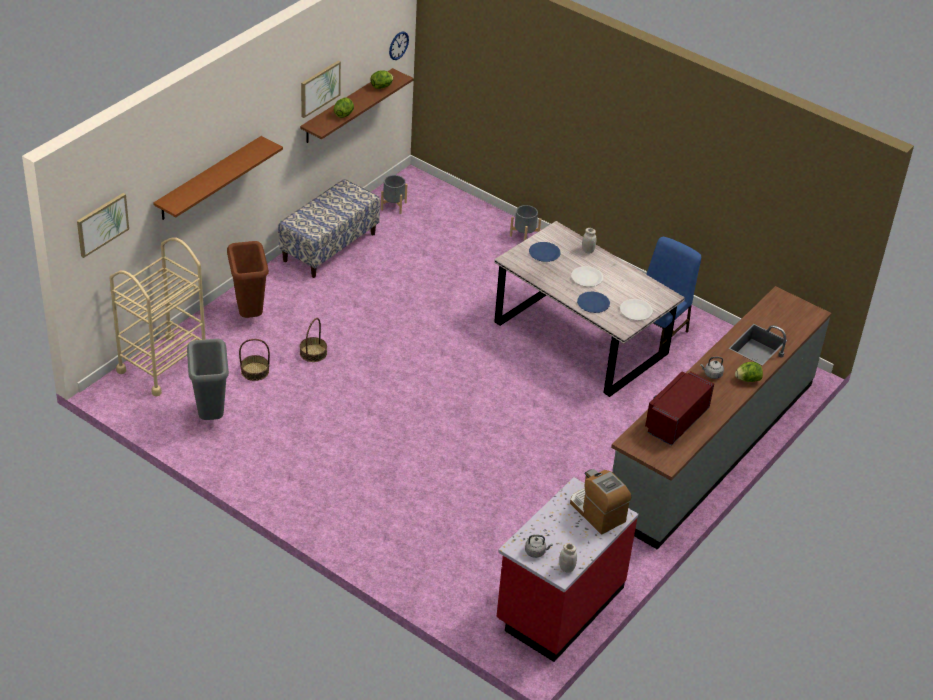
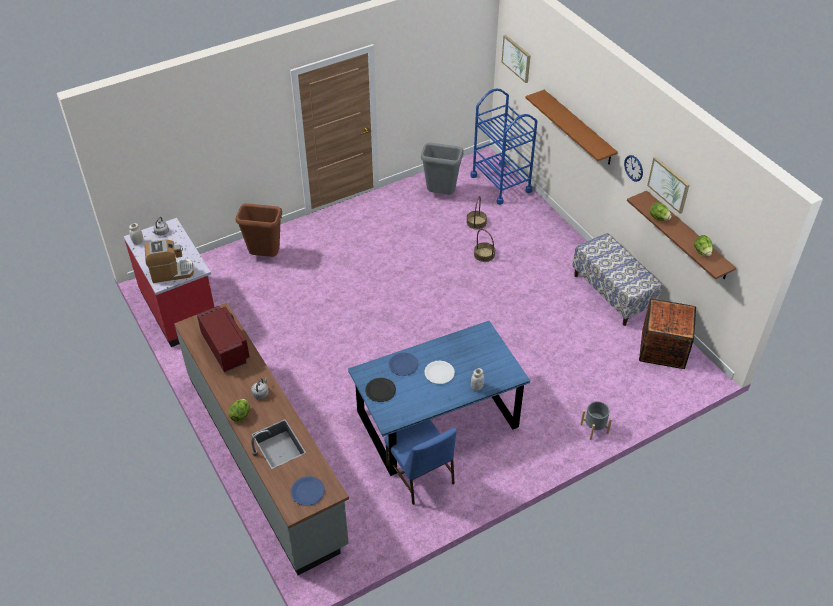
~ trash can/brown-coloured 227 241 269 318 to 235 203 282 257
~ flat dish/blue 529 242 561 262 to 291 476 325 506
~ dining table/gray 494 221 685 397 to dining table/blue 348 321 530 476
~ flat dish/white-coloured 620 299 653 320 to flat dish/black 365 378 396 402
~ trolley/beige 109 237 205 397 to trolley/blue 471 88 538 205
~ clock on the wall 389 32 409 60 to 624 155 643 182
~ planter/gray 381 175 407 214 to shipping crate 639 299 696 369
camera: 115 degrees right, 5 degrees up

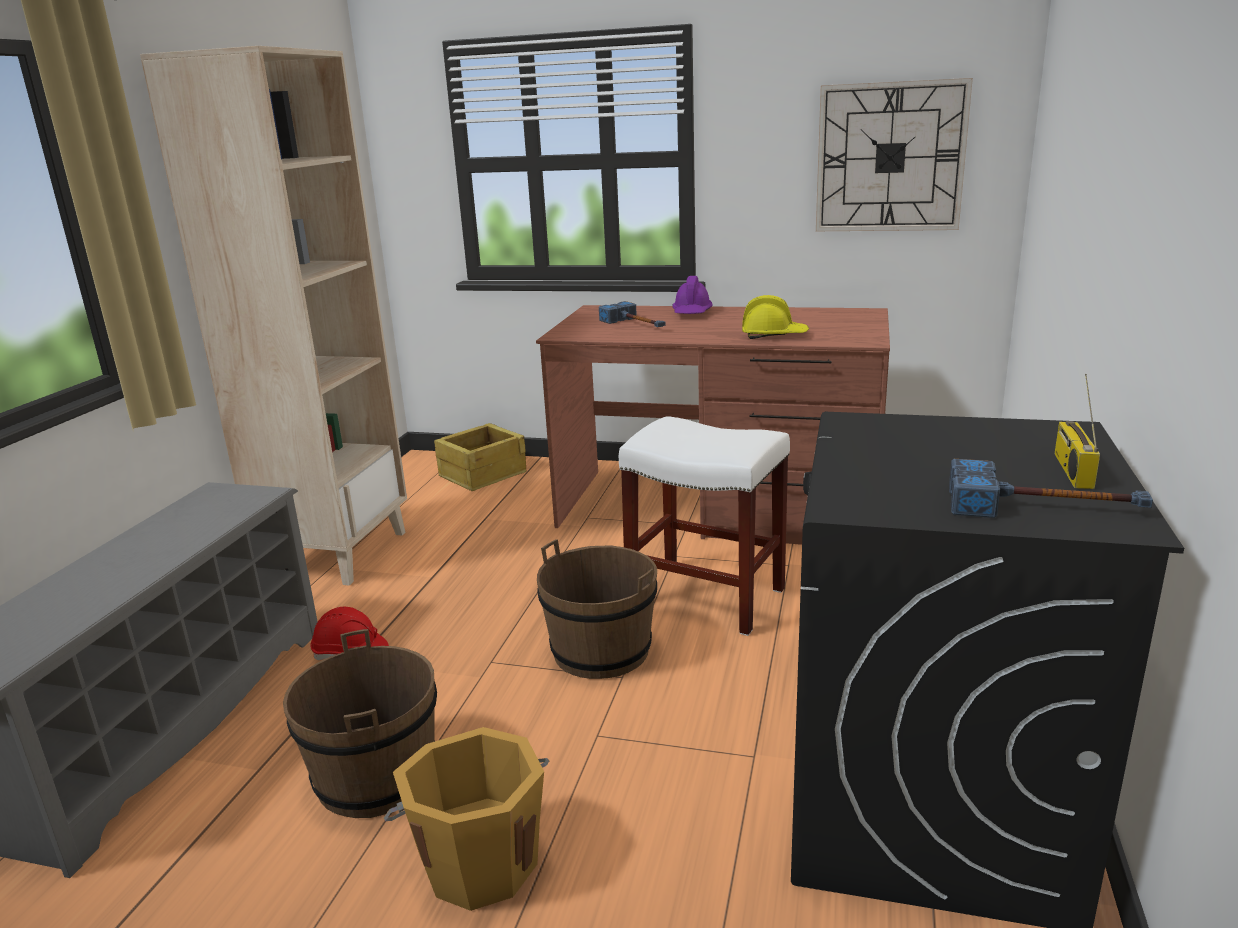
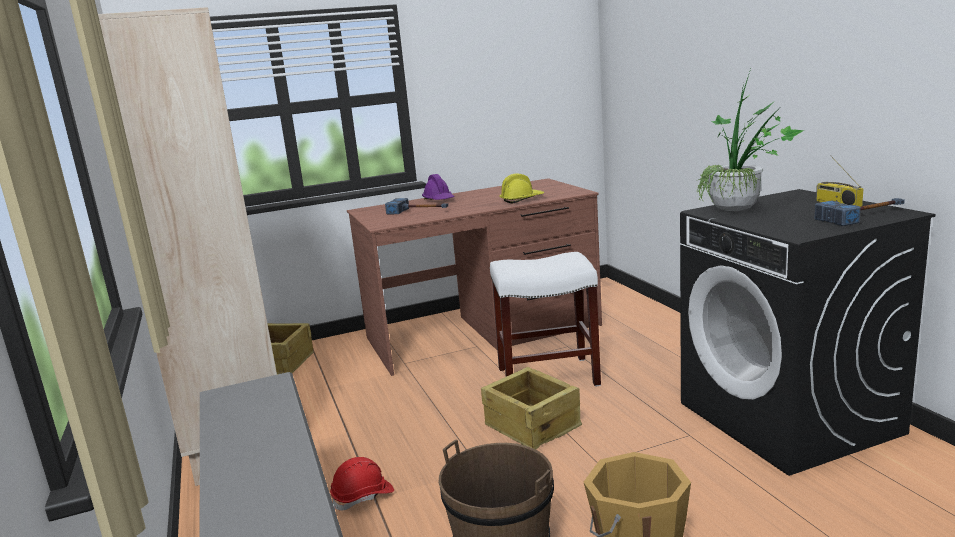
~ water bucket/brown-coloured 537 539 657 679 to shipping crate 481 367 582 449
+ plant in a pot 698 69 804 211
- clock on the wall 816 78 973 231
camera: 35 degrees left, 5 degrees down

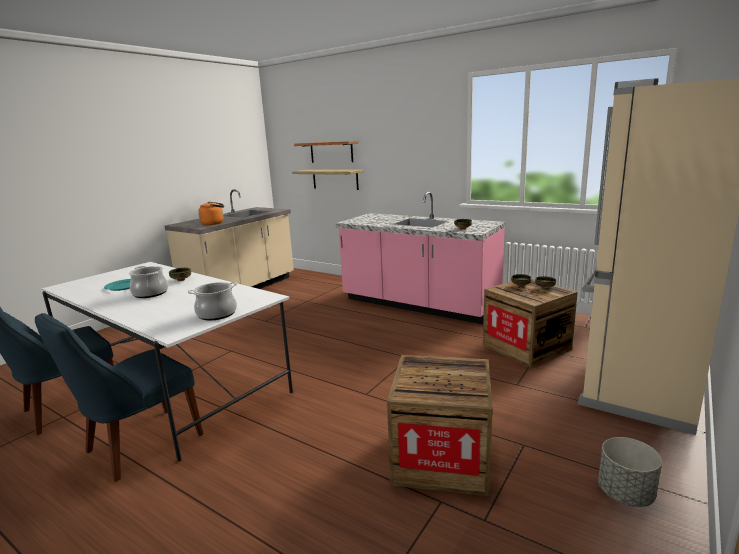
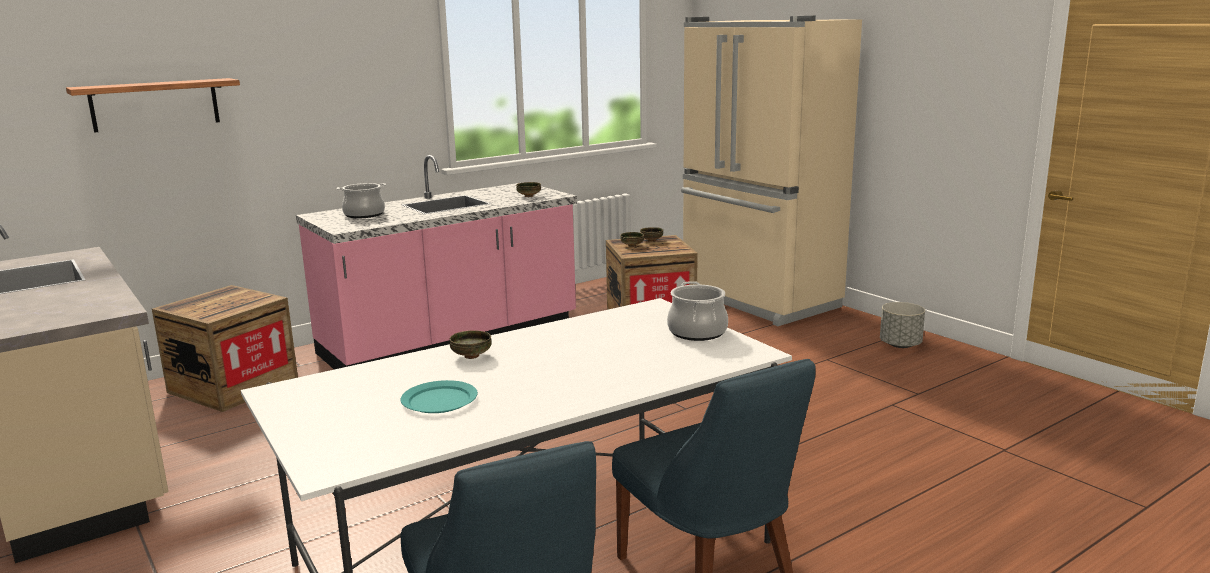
~ shipping crate 387 355 493 496 to 152 285 298 412
~ stockpot 129 266 168 298 to 337 183 386 218
- tea kettle/orange 198 201 224 225
- shelf 292 169 364 190
camera: 70 degrees left, 0 degrees up

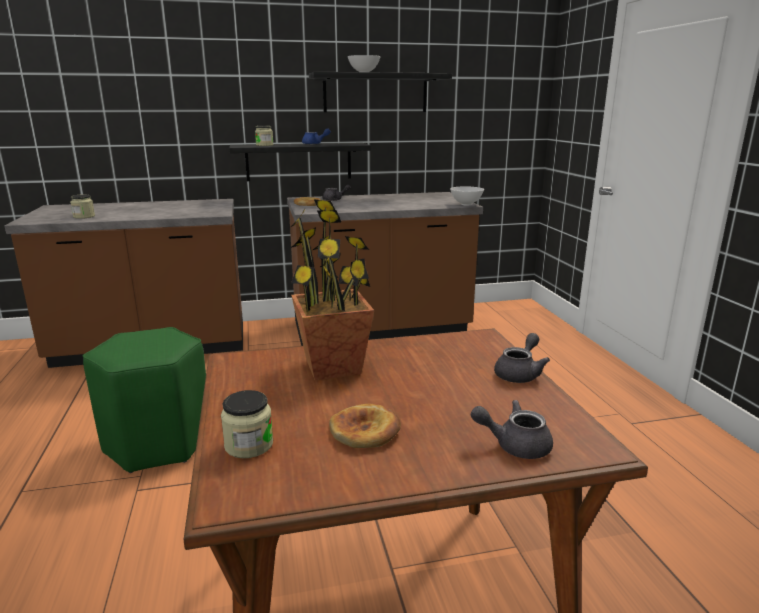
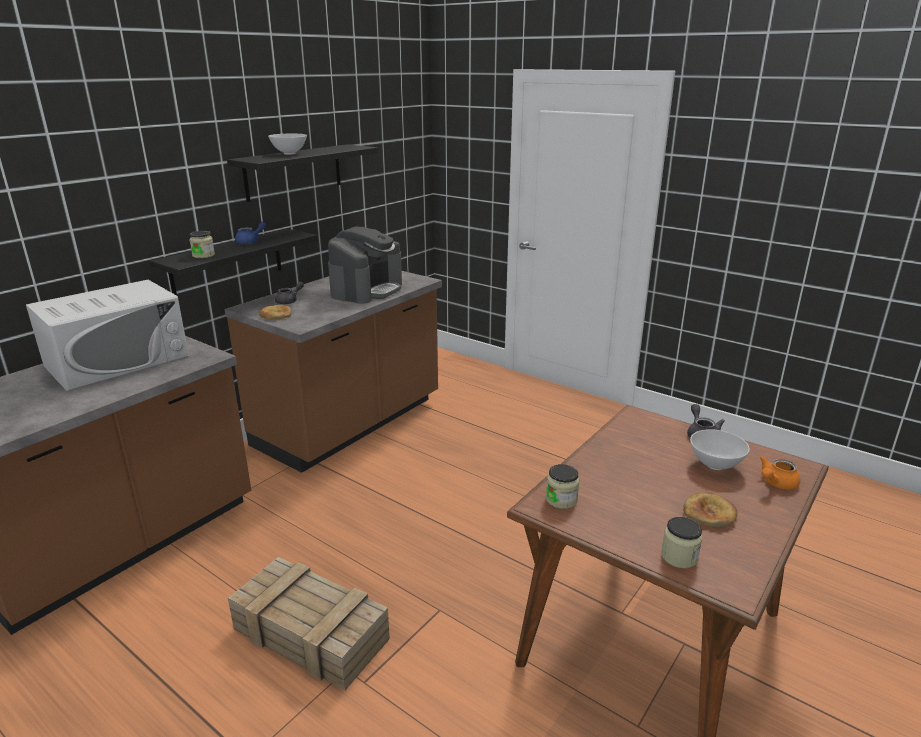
+ microwave oven/white-coloured 26 280 189 391
~ sitting stool/green 83 327 206 473 to shipping crate 228 557 390 690
+ coffee maker 328 227 402 304
~ storage jar 70 194 95 219 to 546 464 579 509
~ serving bowl/white-coloured 450 186 484 206 to 690 429 750 470
~ teapot/gray 471 400 553 459 to teapot/orange 759 456 801 489
- plant in a pot 291 200 374 380
camera: 40 degrees left, 5 degrees up

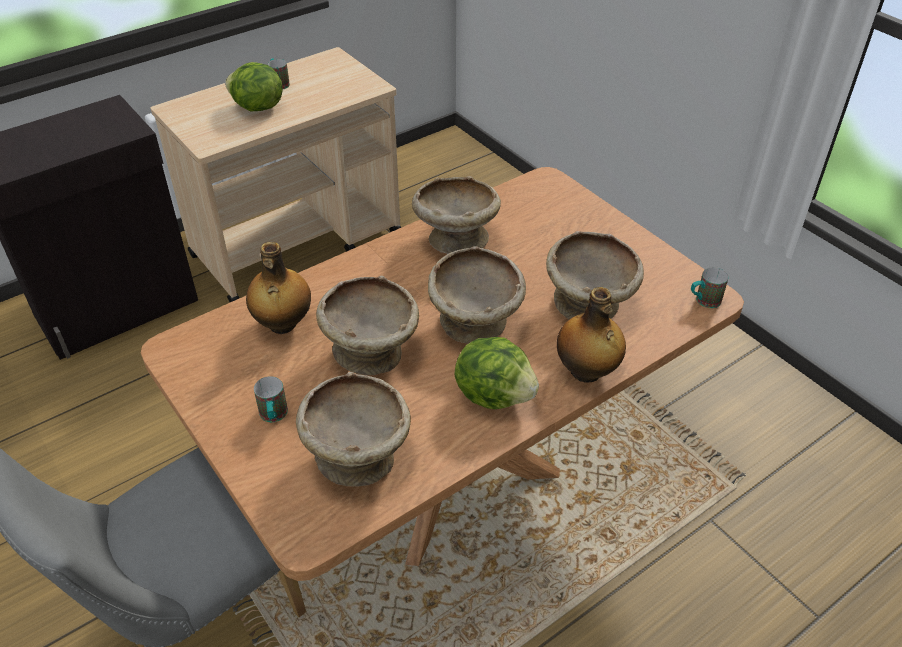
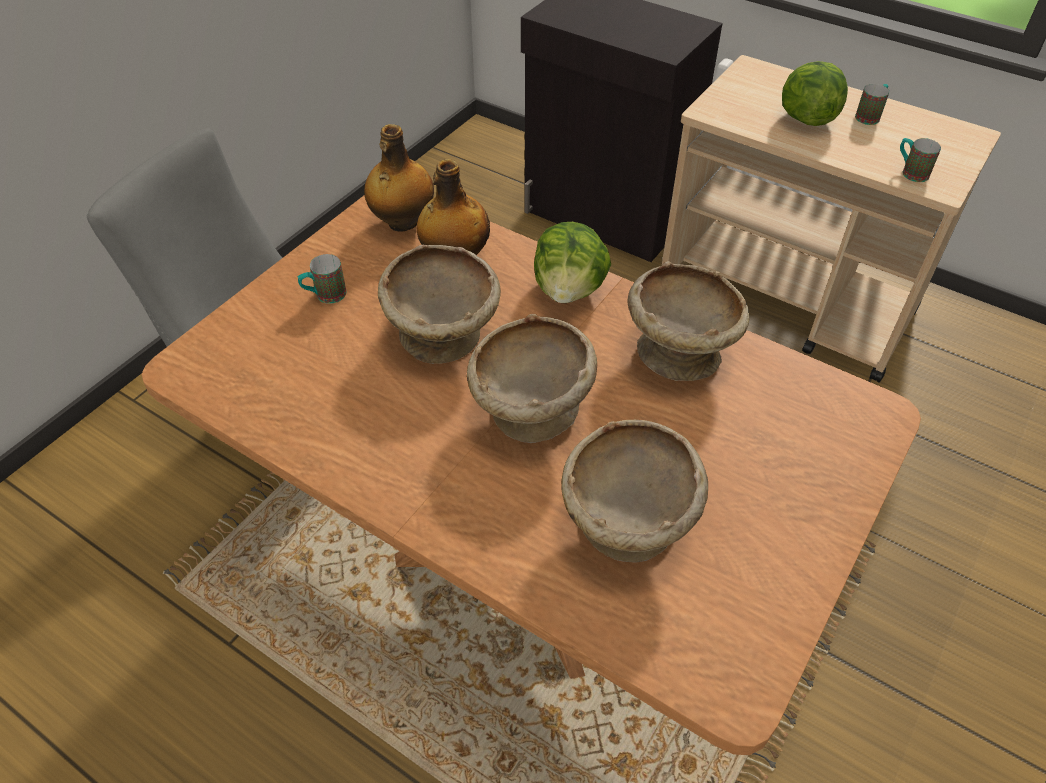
~ drink bottle 557 287 626 383 to 364 124 434 232
~ lettuce 454 337 539 409 to 534 222 611 303
~ tea mug 691 267 728 308 to 900 138 941 182
- serving bowl/beige 296 372 411 487
camera: 70 degrees right, 5 degrees up

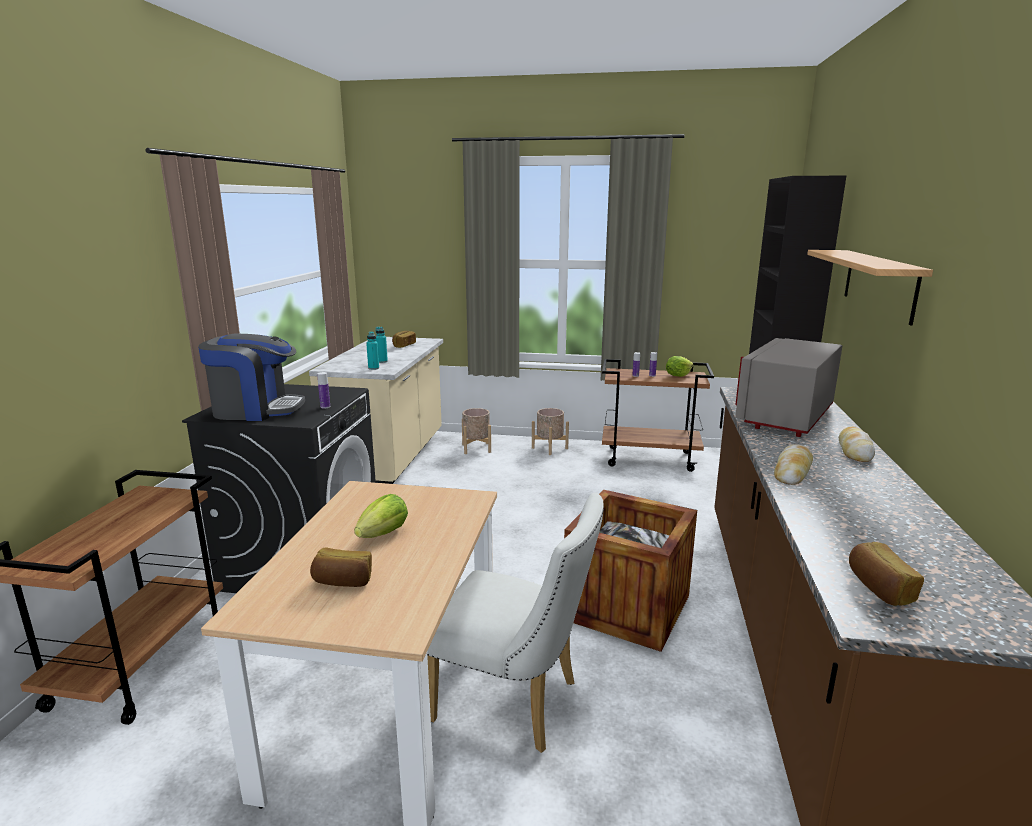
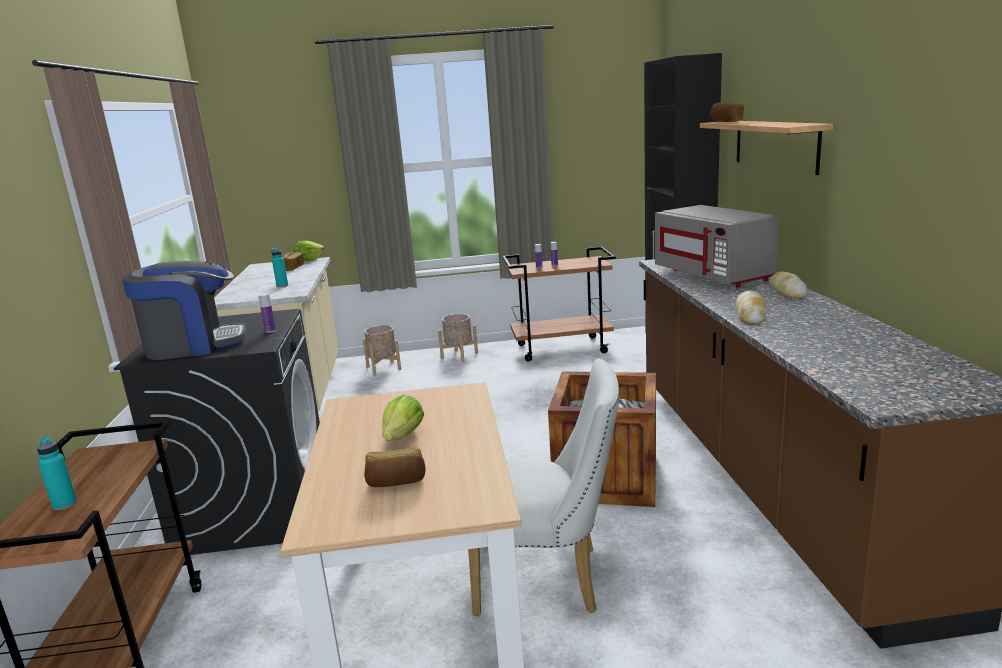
~ drink bottle/turquoise 366 332 379 370 to 37 437 77 510
~ lettuce 666 356 694 377 to 293 241 324 261
~ microwave oven/gray 735 338 842 437 = 655 205 779 288 45 degrees counterclockwise
~ bread 849 542 924 606 to 710 103 744 122
camera: 15 degrees left, 0 degrees up

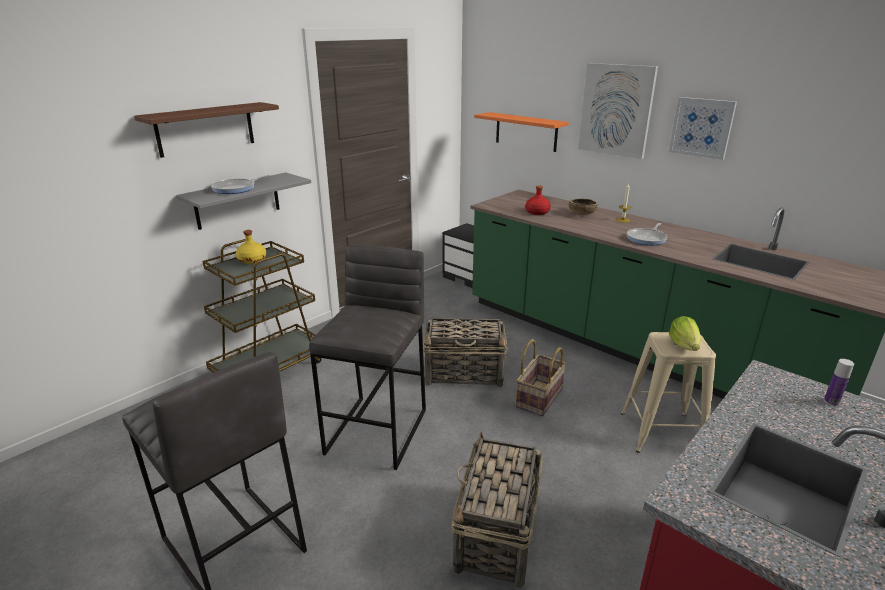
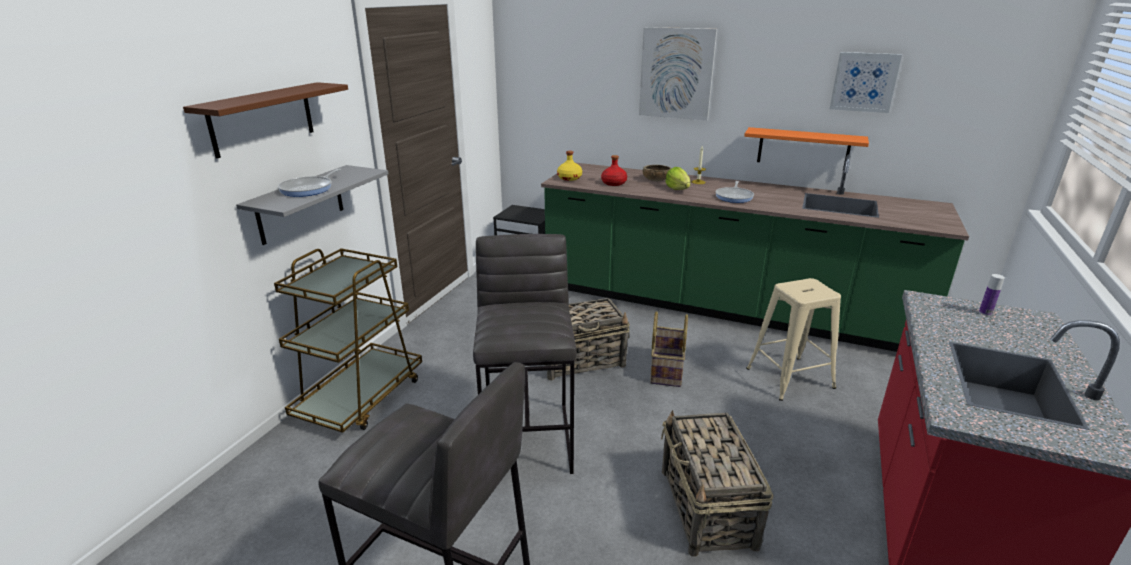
~ drink bottle/yellowish 236 230 266 264 to 557 151 582 181
~ lettuce 669 316 701 351 to 665 167 691 190
~ shelf/orange 474 112 569 152 to 744 127 869 169
~ wall picture 669 97 737 160 to 830 52 902 113
camera: 20 degrees left, 0 degrees up

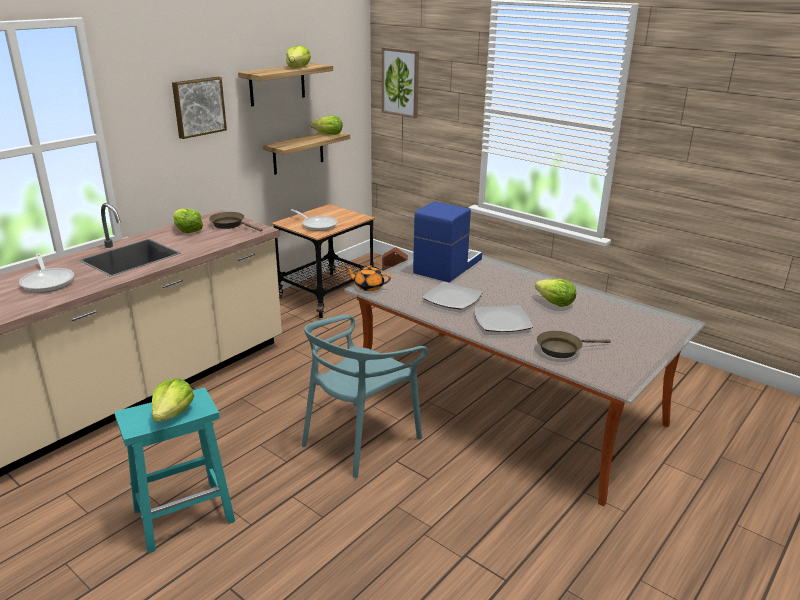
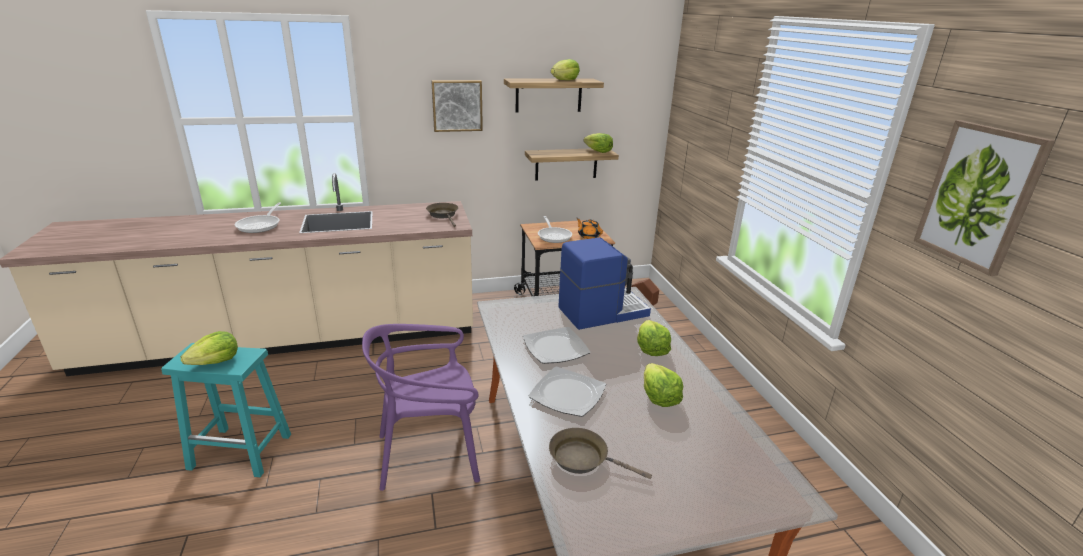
~ plain chair/turquoise 302 315 428 478 to plain chair/purplish 362 324 480 491
~ teapot/orange 346 265 391 291 to 577 218 603 239
~ lettuce 173 209 203 233 to 637 320 671 356
~ wall picture 382 47 419 118 to 914 120 1056 276
camera: 35 degrees right, 0 degrees up

